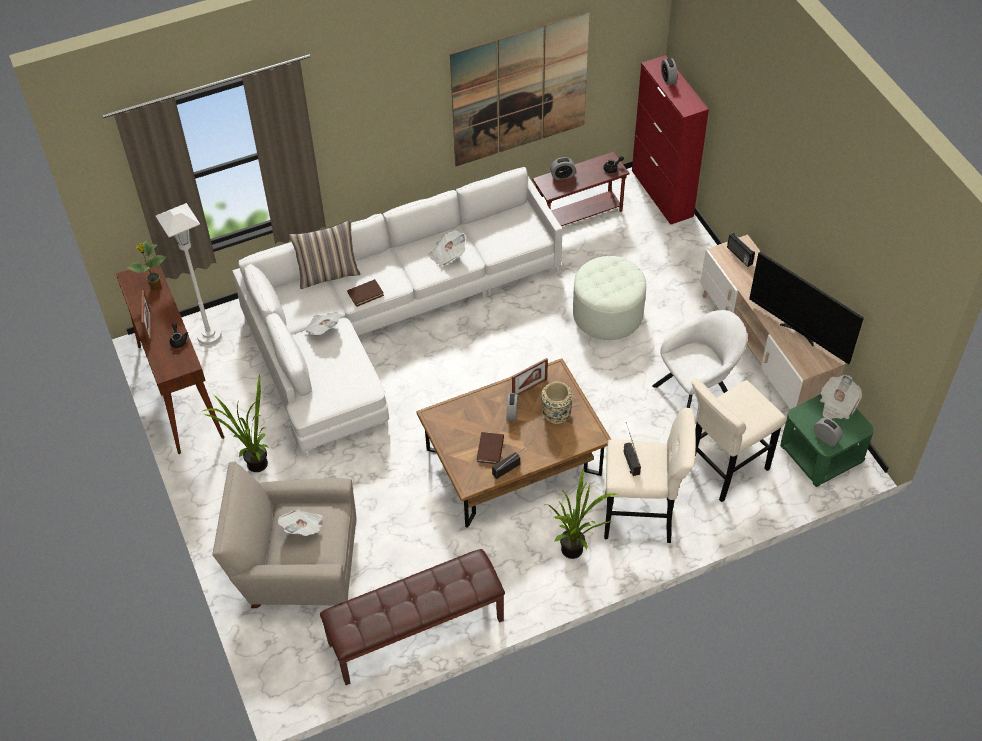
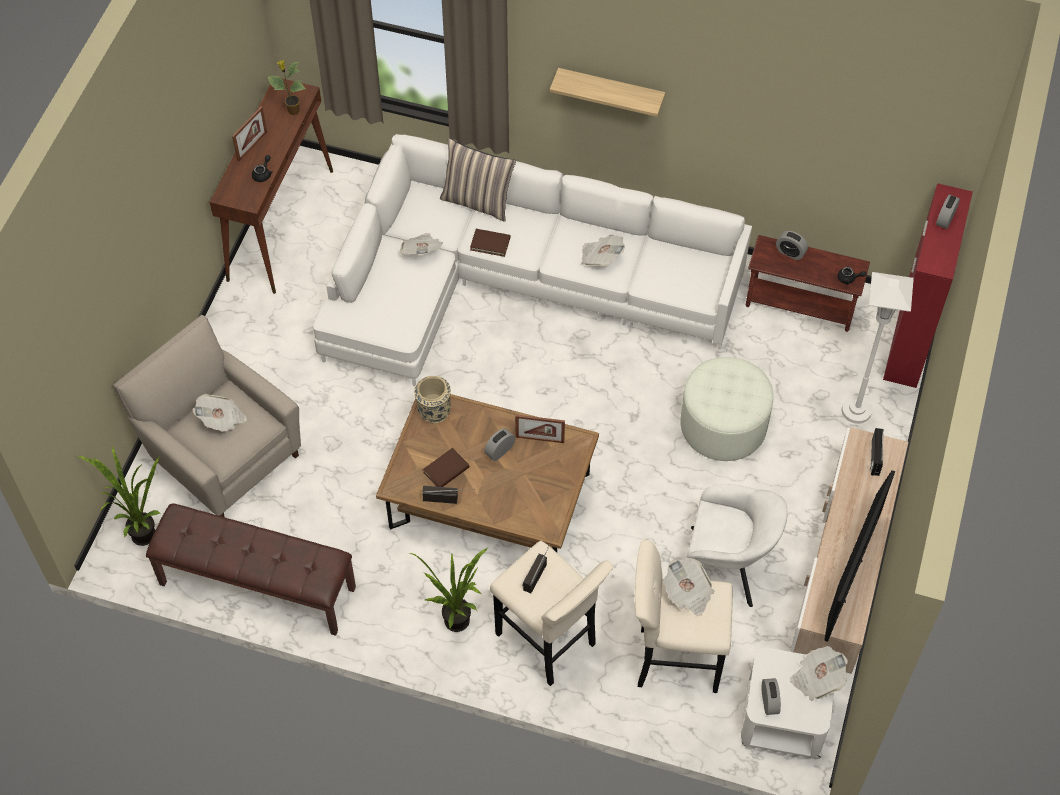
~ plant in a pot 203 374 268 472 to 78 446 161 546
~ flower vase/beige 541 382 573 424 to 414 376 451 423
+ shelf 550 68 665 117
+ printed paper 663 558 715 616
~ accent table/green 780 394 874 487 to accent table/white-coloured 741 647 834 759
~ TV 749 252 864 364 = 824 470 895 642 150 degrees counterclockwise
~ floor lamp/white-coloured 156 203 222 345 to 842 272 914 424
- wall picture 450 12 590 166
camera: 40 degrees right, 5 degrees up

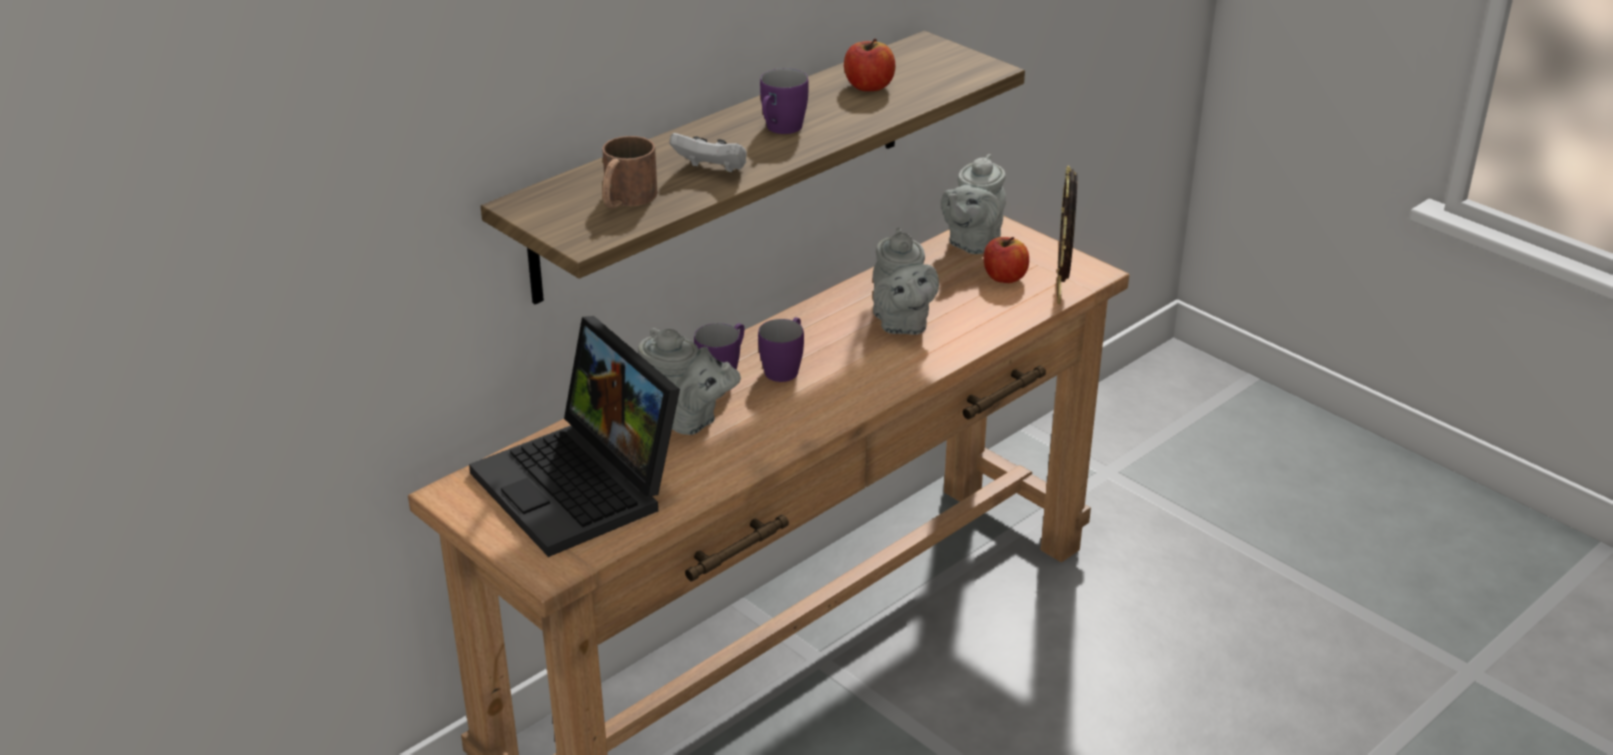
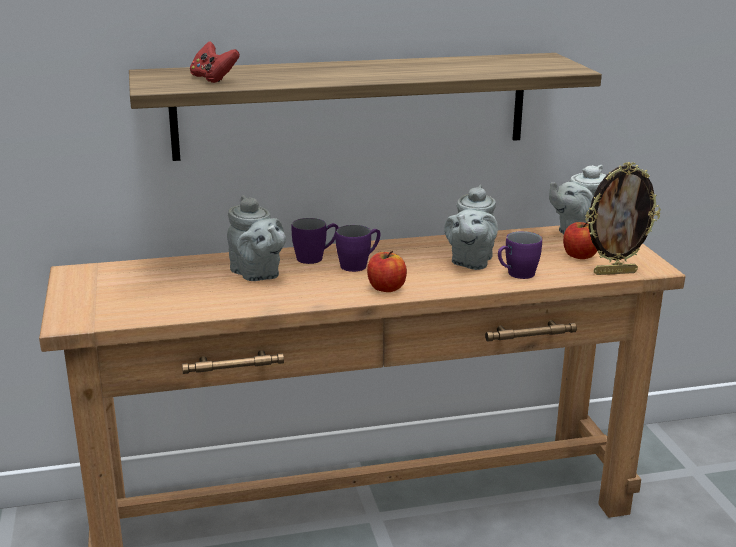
~ tea mug/brown-coloured 602 136 658 209 to gamepad/red-coloured 190 41 240 83
~ apple fruit 844 38 895 91 to 367 251 407 292
~ tea mug/purplish 760 68 809 134 to 498 231 542 279
~ photo frame 1057 165 1077 304 = 585 162 661 275 135 degrees counterclockwise
- portable computer 469 316 680 557
- gamepad/white-coloured 670 133 747 173
camera: 30 degrees right, 10 degrees down

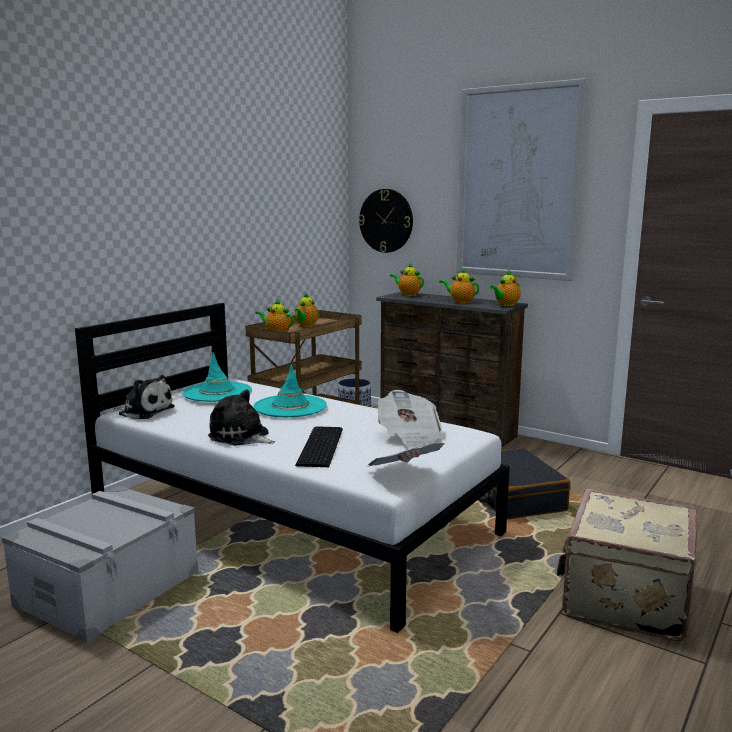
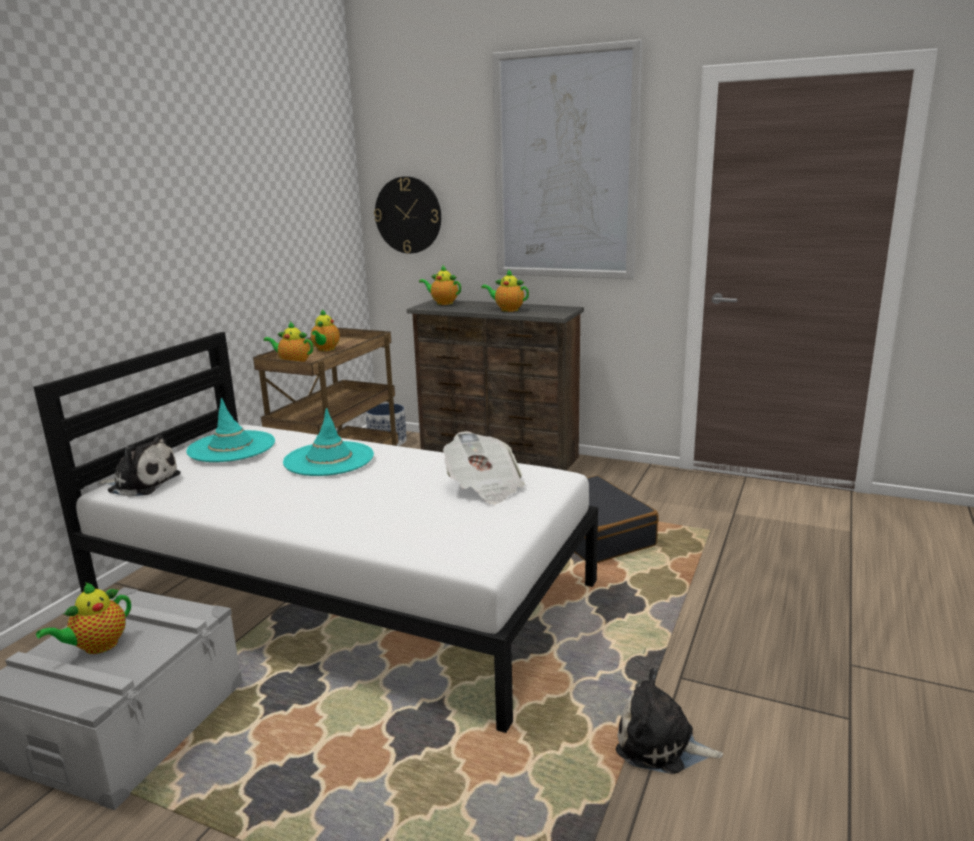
~ teapot 490 269 521 306 to 36 583 131 654
~ cuddly toy 208 389 275 446 to 616 668 723 774
- PC keyboard 295 426 343 467
- printed paper 368 443 444 466
- suitcase/beige 556 489 697 641
camera: 10 degrees left, 5 degrees up

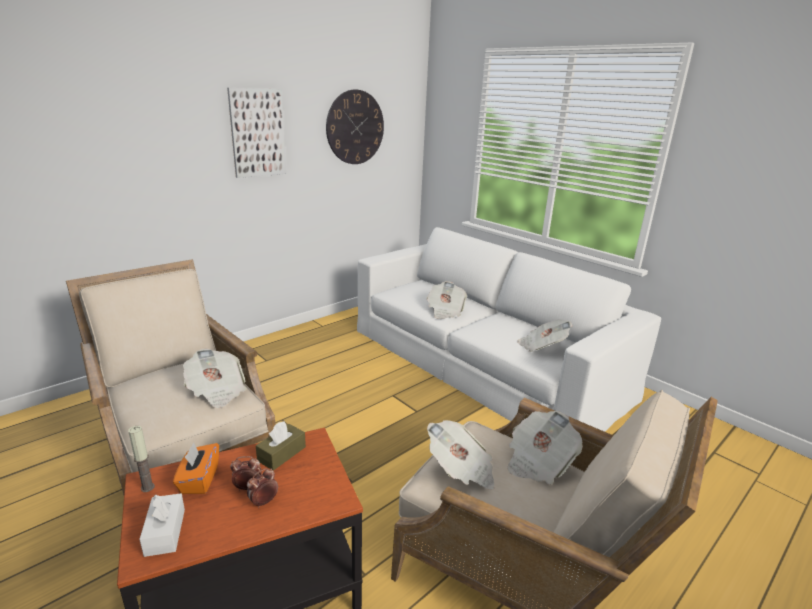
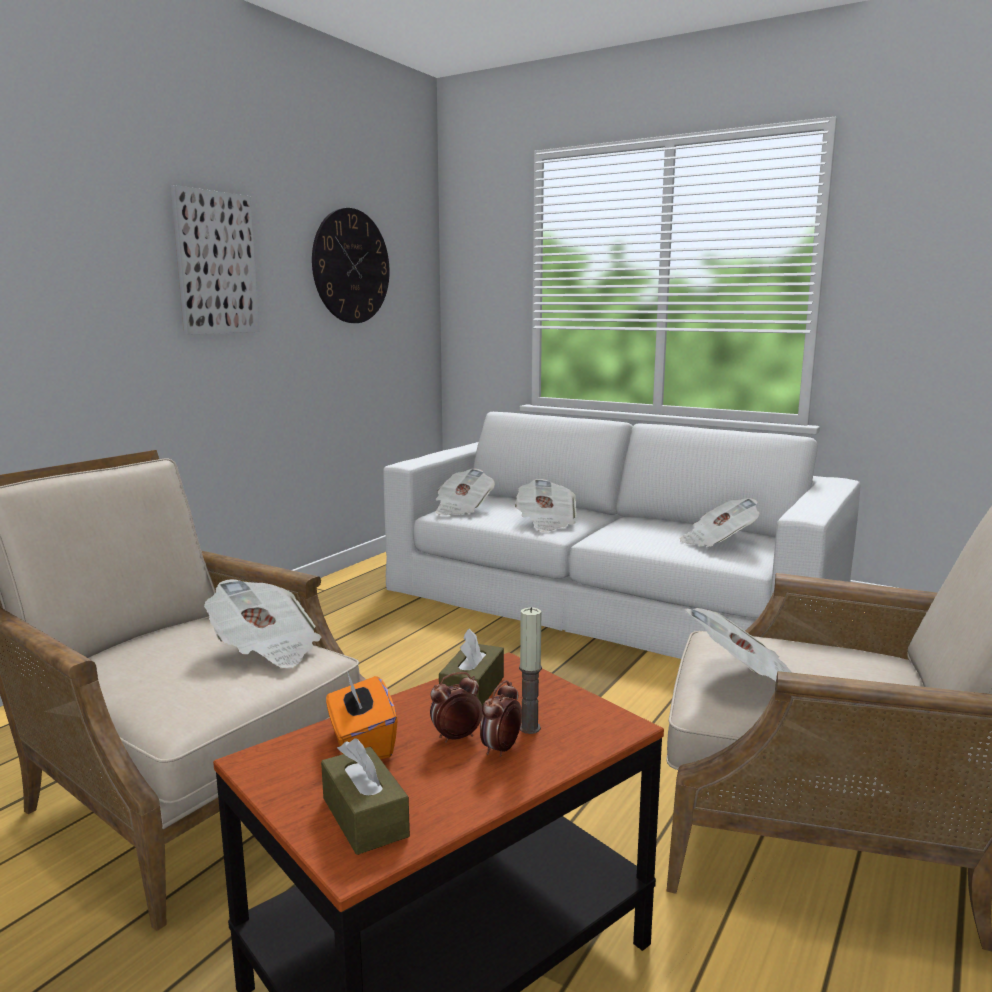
~ tissue box/white-coloured 139 493 185 557 to tissue box/brown-coloured 321 738 410 855
~ printed paper 507 411 583 484 to 435 469 495 516
~ wax light 128 426 155 492 to 519 607 542 734
camera: 15 degrees left, 10 degrees down

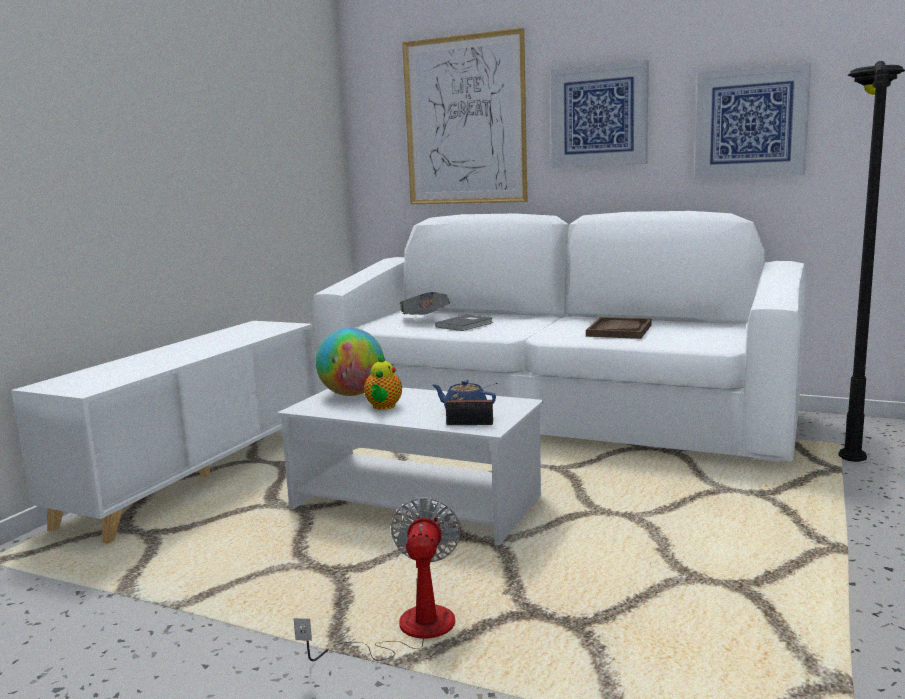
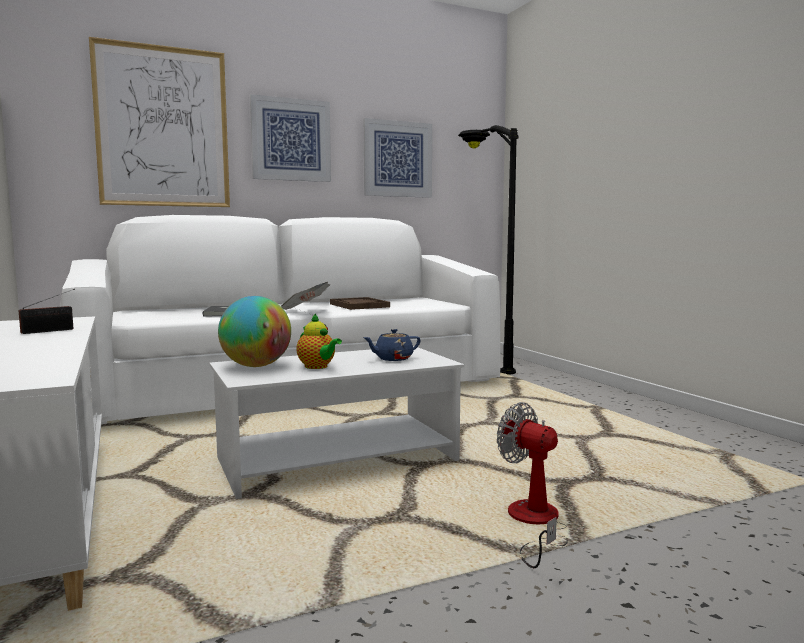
~ radio 446 383 498 425 to 19 289 75 334
~ printed paper 400 292 450 315 to 281 282 330 310
camera: 50 degrees left, 5 degrees down

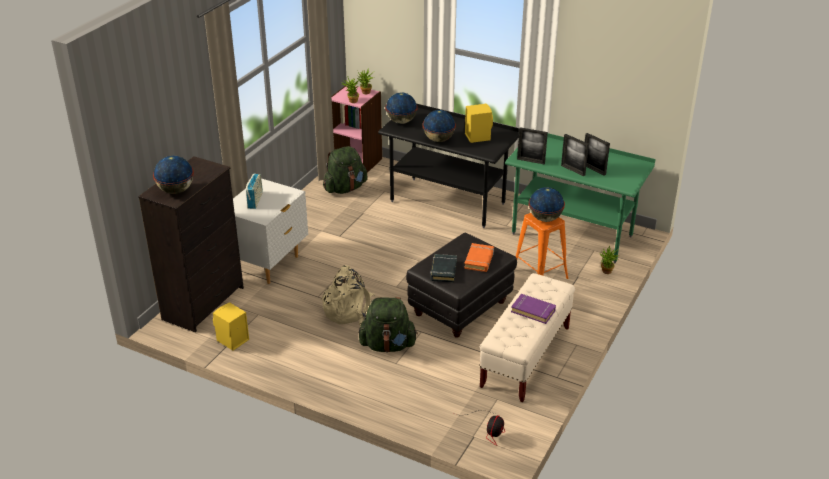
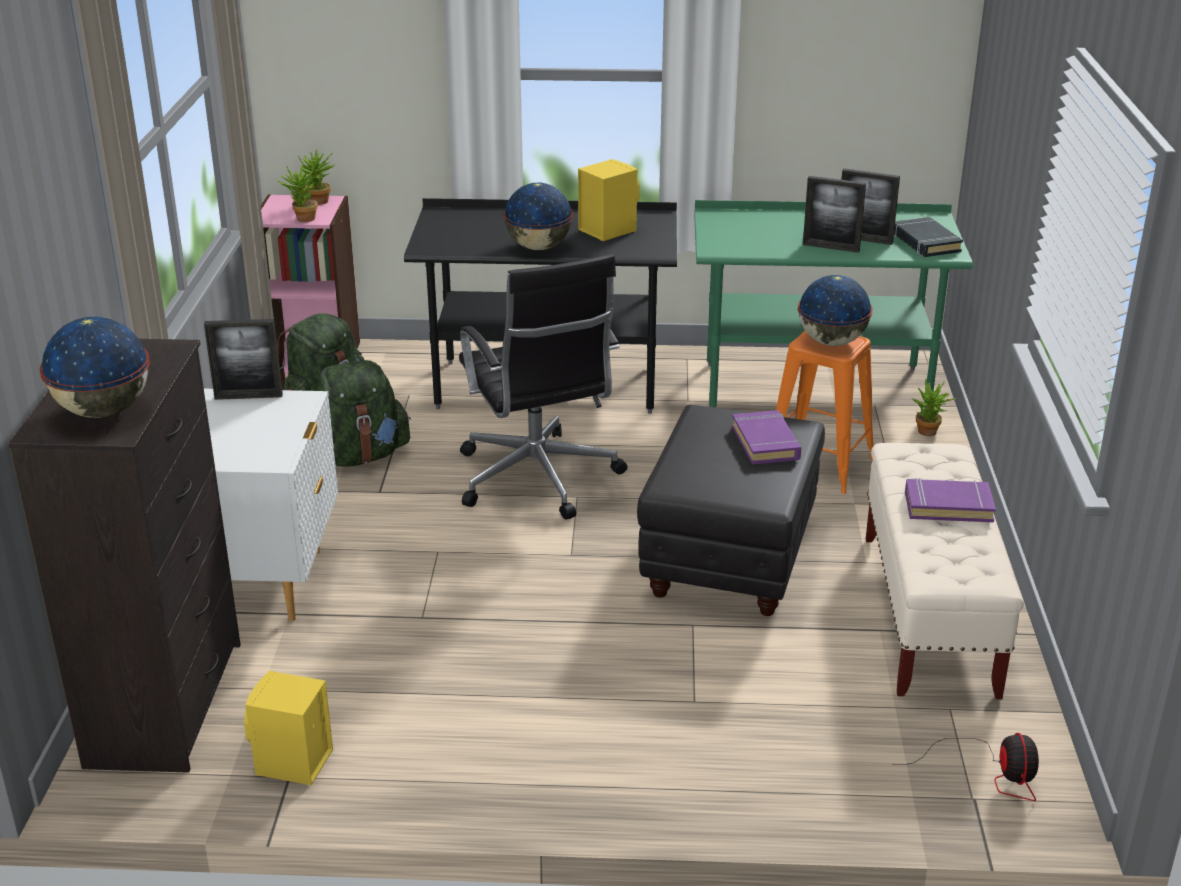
~ photo frame 517 127 548 164 to 204 319 283 400
~ rucksack/green 358 297 418 353 to 316 360 411 467
+ office chair/black 459 254 628 520
~ book/orange 464 243 494 272 to book/purplish 732 410 801 464
~ book/black 430 254 457 282 to 894 217 963 257
- radio 246 174 263 209
- rucksack/beige 321 265 375 325
- desk globe 385 92 418 124
camera: 25 degrees left, 5 degrees down

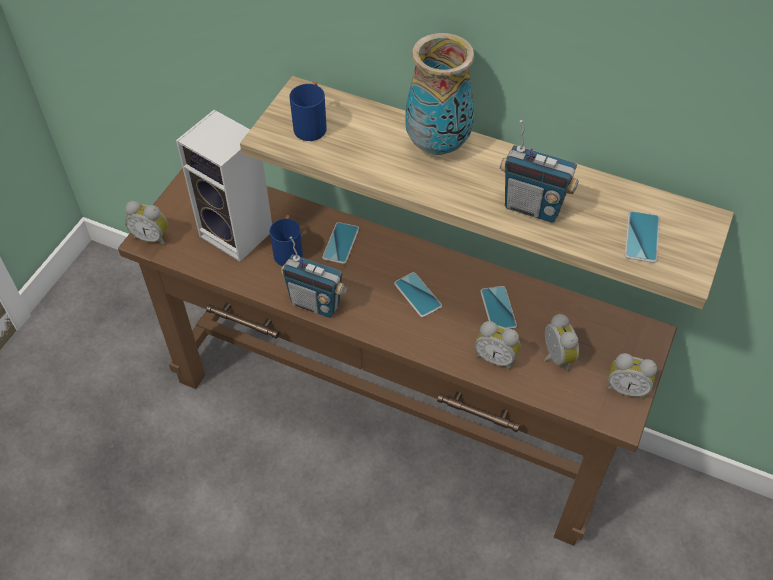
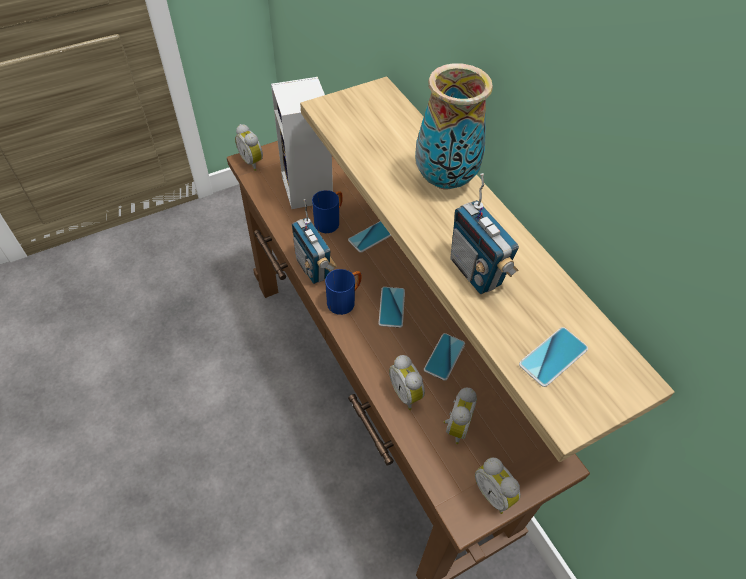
~ tea mug/blue 289 82 327 141 to 325 269 361 315
camera: 35 degrees right, 0 degrees up

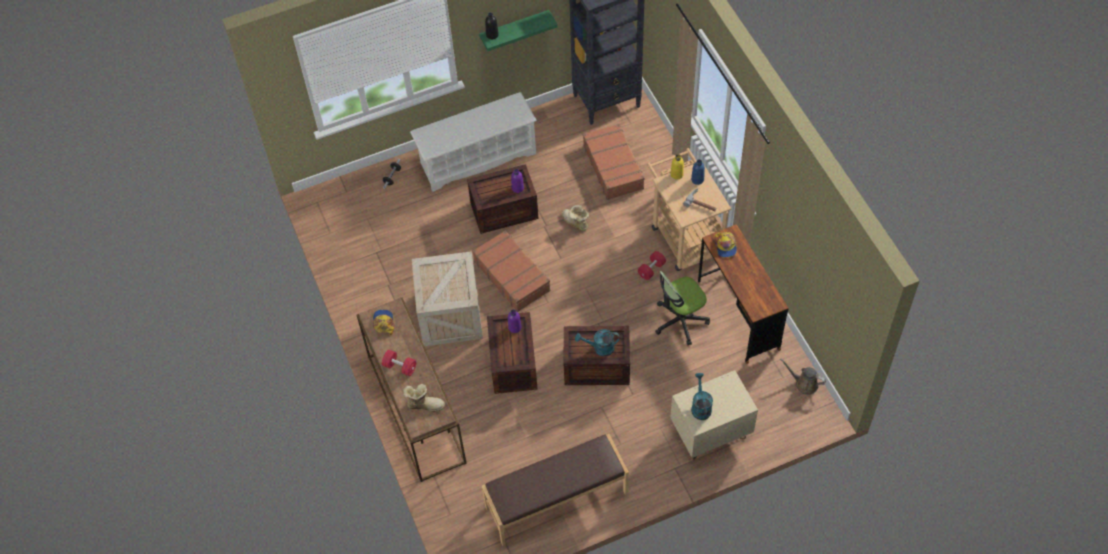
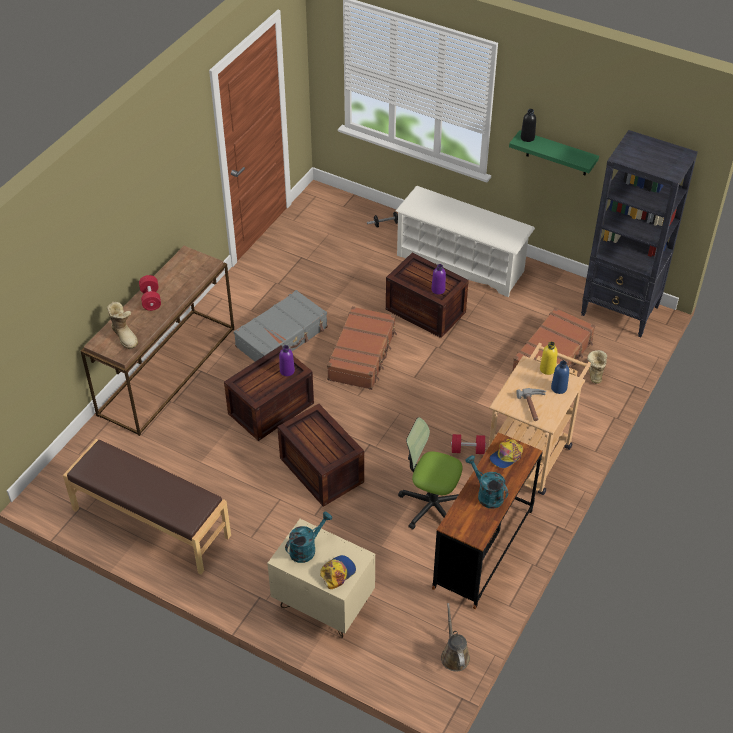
~ shipping crate 412 251 483 346 to suitcase/gray 234 290 328 361
~ cap 373 310 395 335 to 320 555 356 589
~ sprinkling can/turquoise 575 329 620 356 to 465 455 508 509
~ boot 562 205 589 231 to 587 350 607 384
camera: 50 degrees right, 10 degrees down

